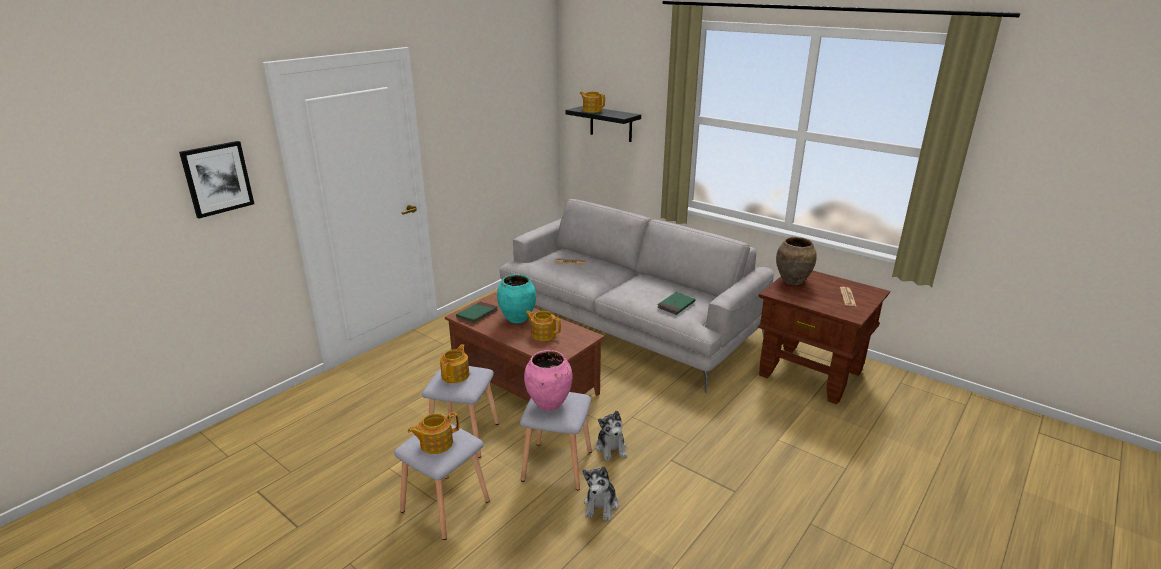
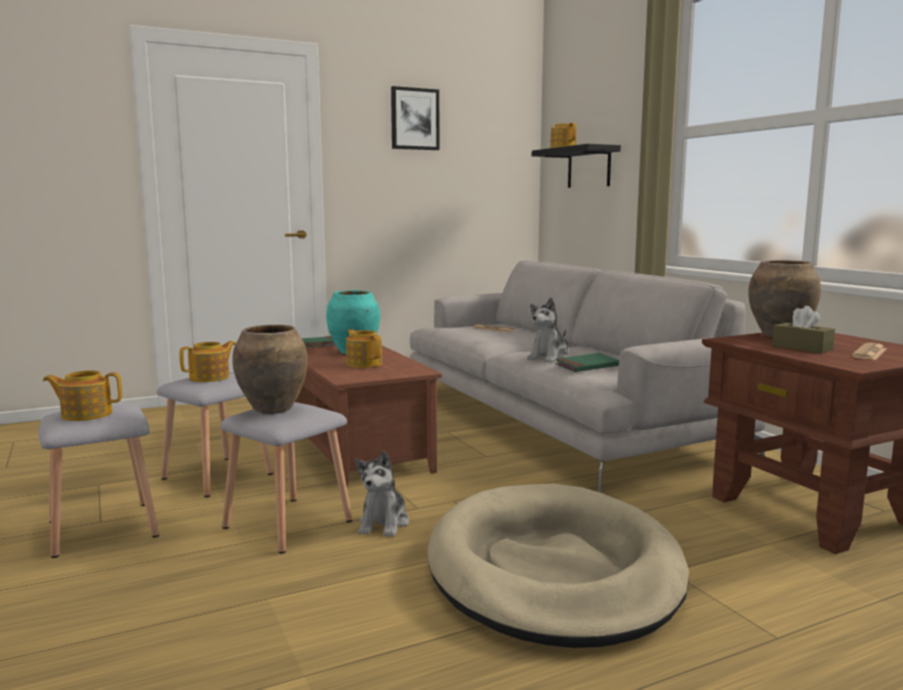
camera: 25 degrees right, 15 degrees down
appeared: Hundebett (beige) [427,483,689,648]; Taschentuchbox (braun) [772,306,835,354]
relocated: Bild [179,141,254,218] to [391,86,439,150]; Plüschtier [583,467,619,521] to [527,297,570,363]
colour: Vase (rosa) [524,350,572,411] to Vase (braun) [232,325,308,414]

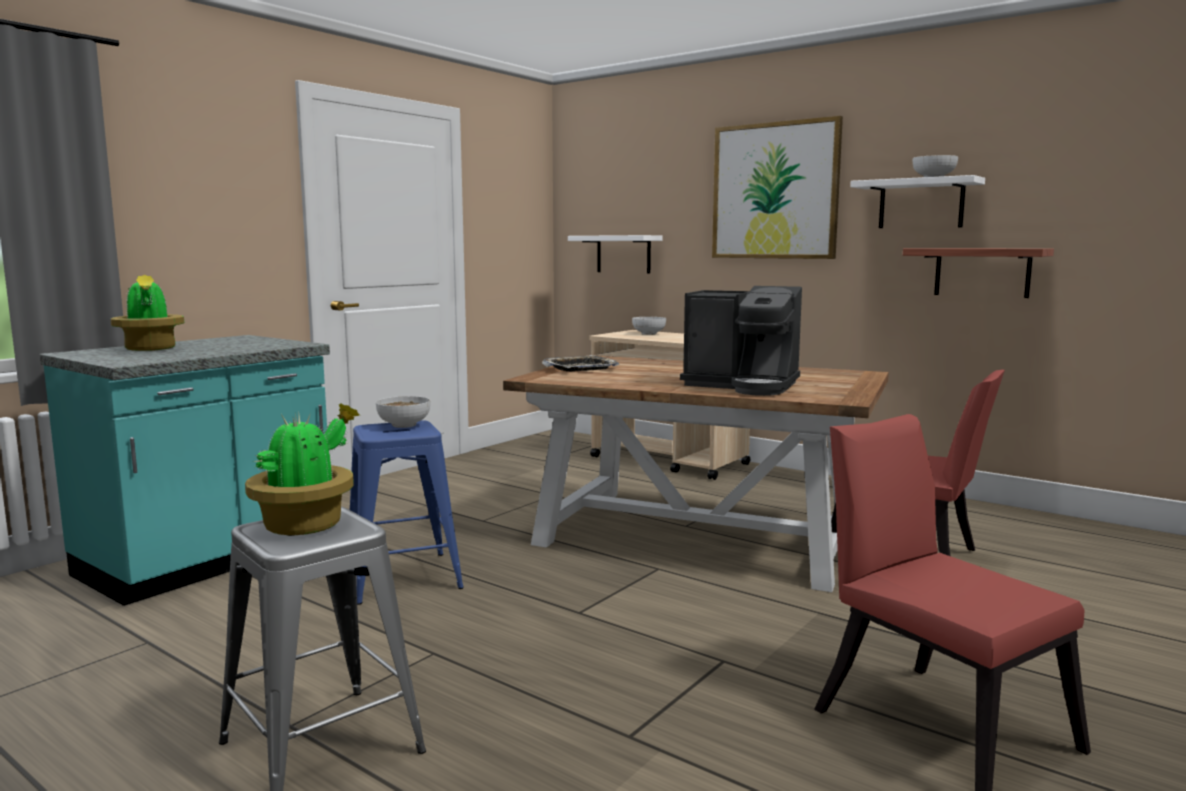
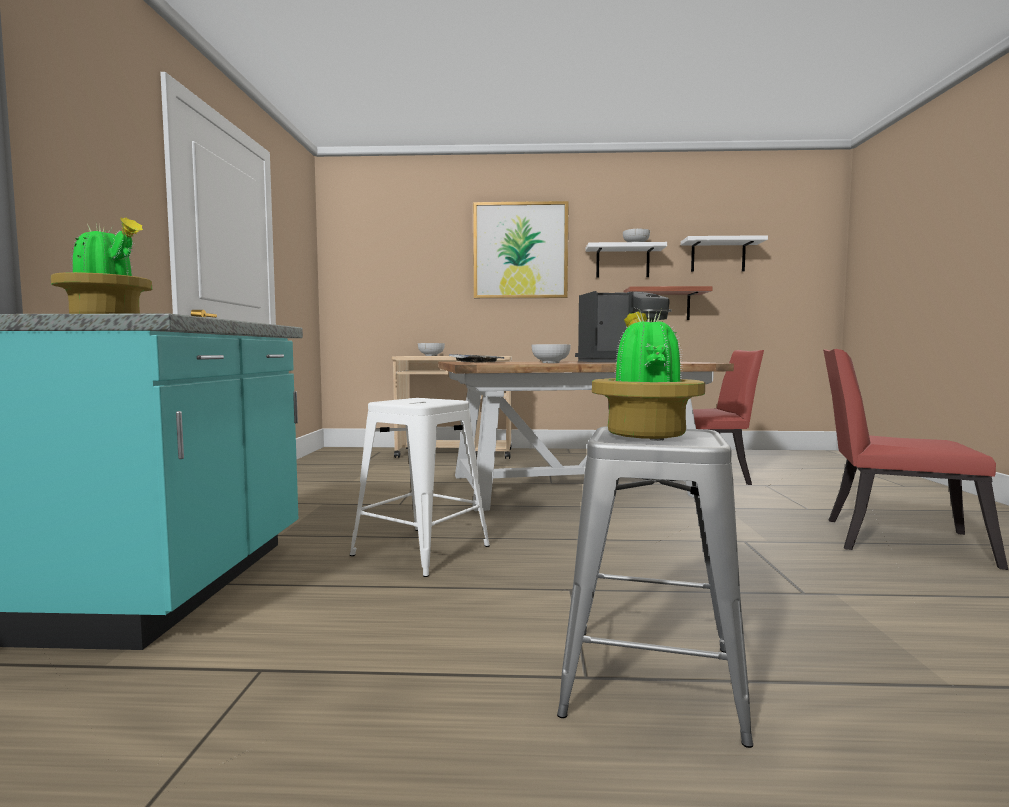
camera: 35 degrees left, 5 degrees down
relocated: Schüssel [376,396,430,428] to [532,344,571,363]; Wandregal (weiß) [568,235,662,273] to [681,235,768,272]
colour: Hocker (blau) [350,420,464,605] to Hocker (weiß) [350,398,490,577]

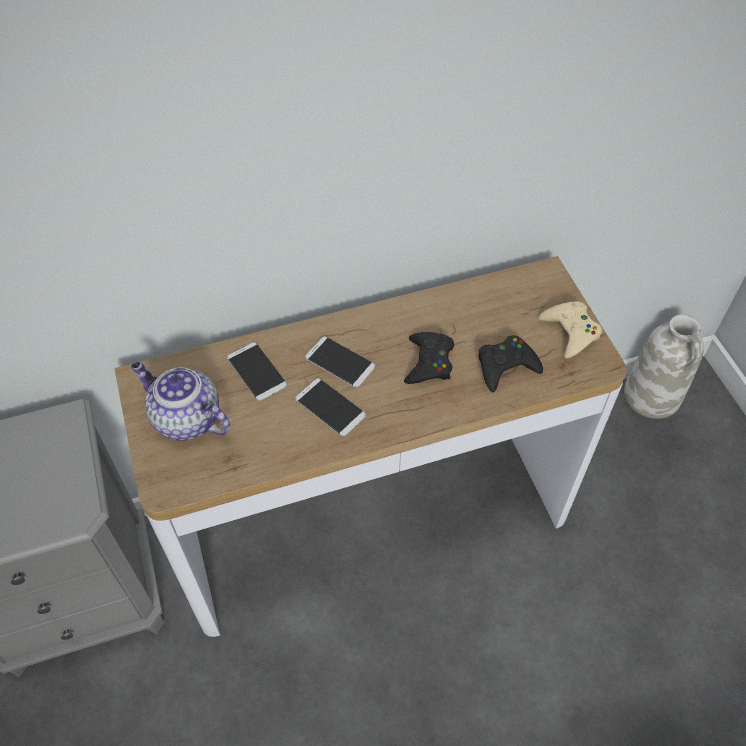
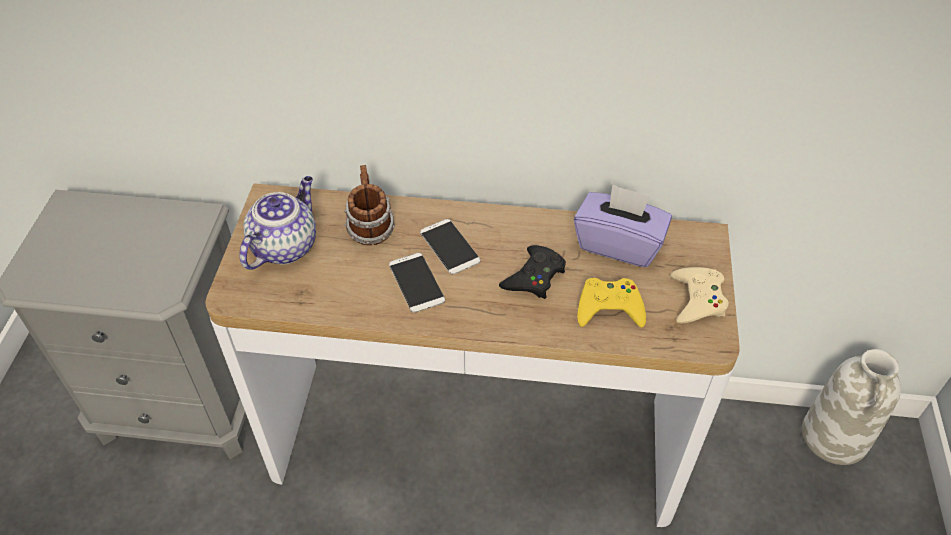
camera: 25 degrees right, 5 degrees down
appeared: Taschentuchbox (lila) [574,184,672,267]
exchanged: Handy [227,342,287,401] to Henkelbecher [344,165,395,245]
colour: Gamepad (schwarz) [479,335,543,392] to Gamepad (gelb) [577,278,646,328]
spun: Teekanne [131,362,230,441] = [239,176,316,270] 60 degrees clockwise

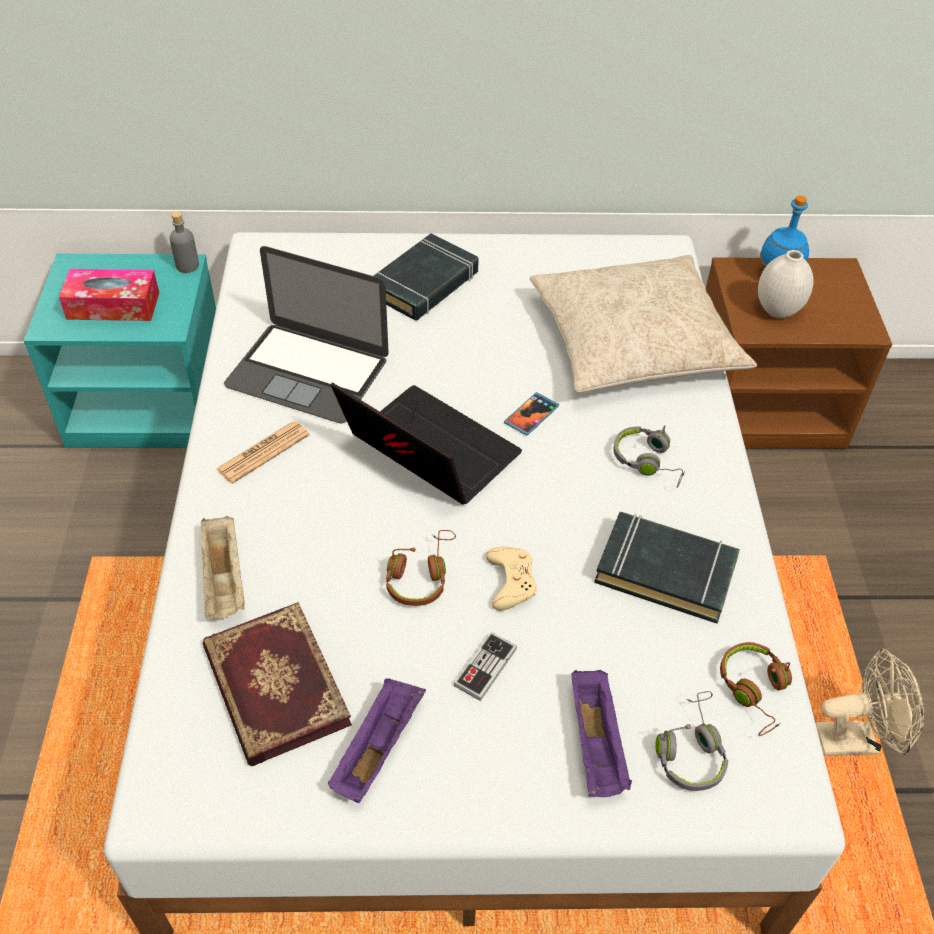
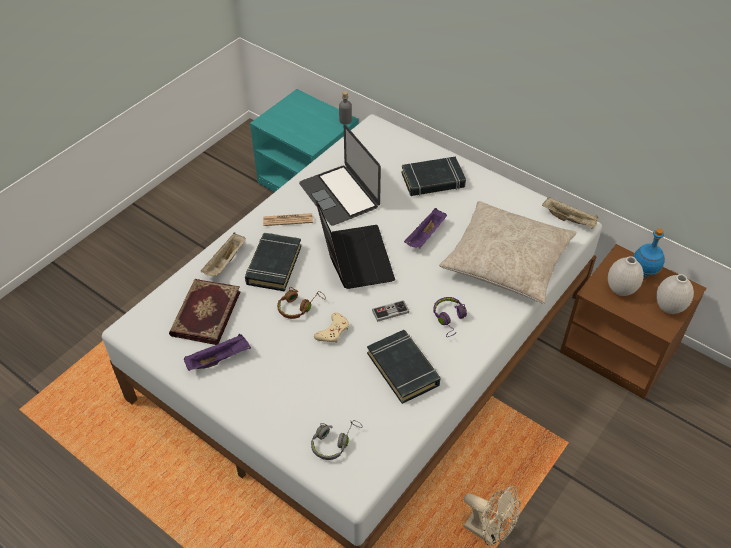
camera: 40 degrees right, 0 degrees up
missing: Taschentuchbox [59,269,159,321]; Handy [504,392,559,436]; Kopfhörer (braun) [720,642,792,736]
appeared: Buch (schwarz) [245,233,302,292]; Tablett (beige) [542,197,598,229]; Vase (weiß) [656,274,694,314]
relocated: Gamepad [454,632,517,701] to [372,300,409,322]; Tablett (lila) [571,670,632,797] to [404,208,447,248]
colour: Kopfhörer (grau) [613,425,685,488] to Kopfhörer (lila) [433,297,467,337]

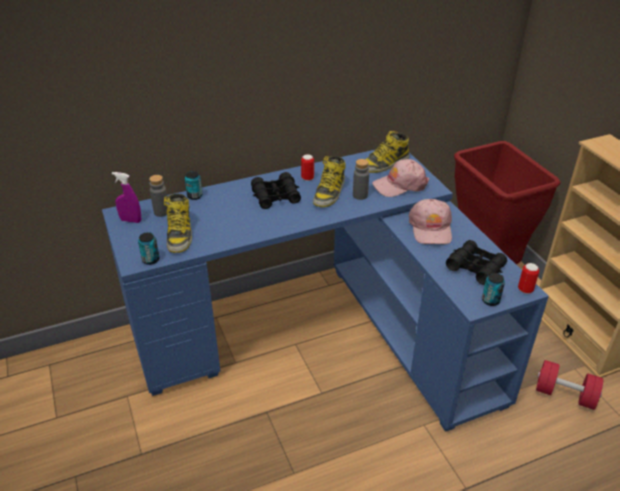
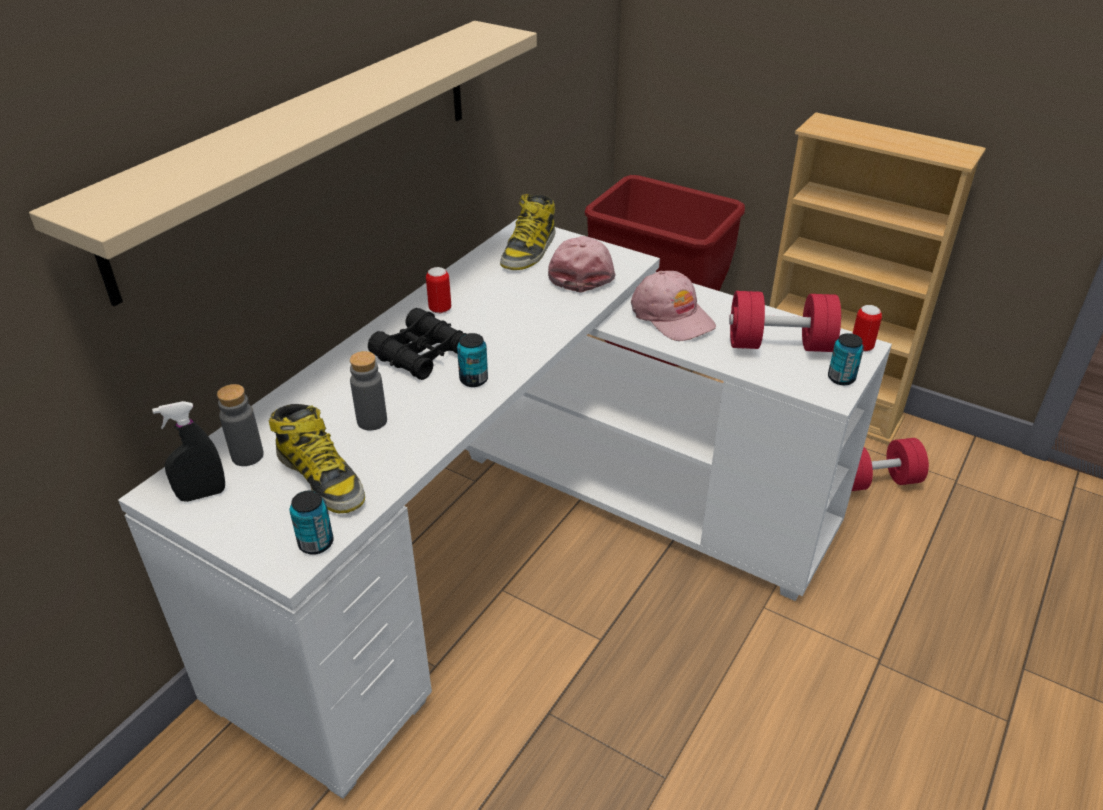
camera: 35 degrees left, 0 degrees up
missing: Stiefel [313,156,345,207]
appeared: Wandregal (beige) [29,21,537,307]
relocated: Flasche (grau) [353,159,369,200] to [350,351,387,431]; Dose [185,171,202,200] to [457,333,488,387]
exchanged: Fernglas (schwarz) [446,240,507,285] to Hantel (rot) [729,291,841,352]
colour: Schreibtisch (blau) [102,150,549,432] to Schreibtisch (weiß) [118,219,892,799]; Sprühflasche (lila) [112,172,141,223] to Sprühflasche (schwarz) [152,401,225,502]
spun: Kappe (rosa) [372,159,429,197] = [548,236,615,293] 150 degrees clockwise

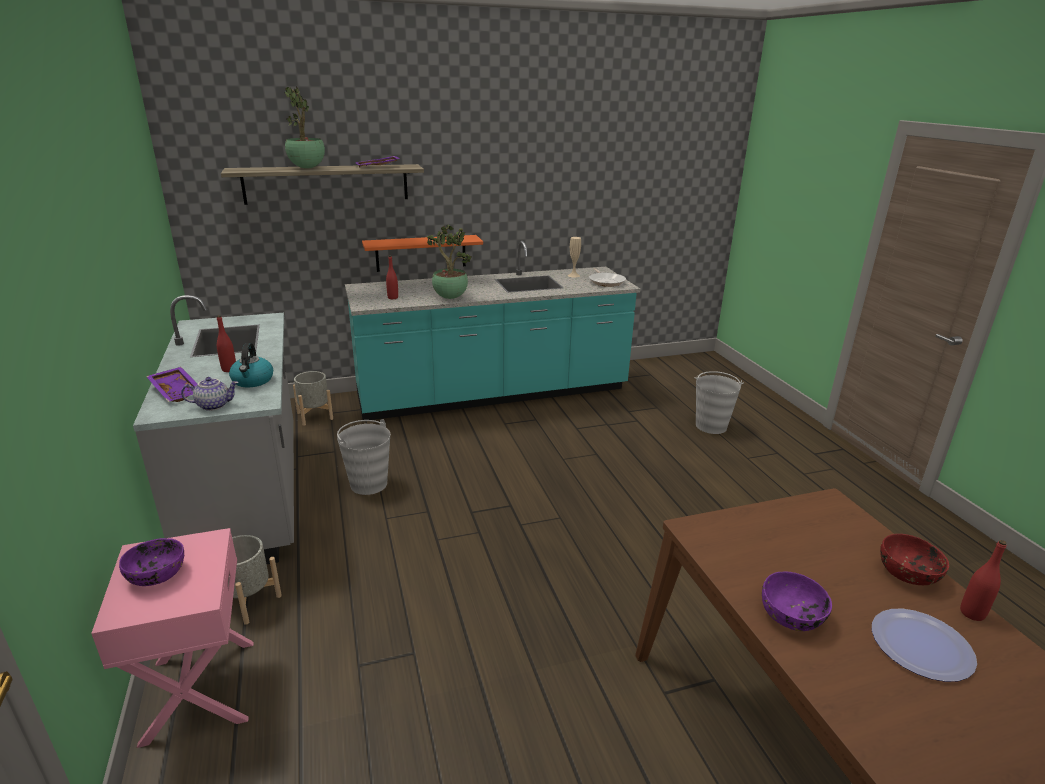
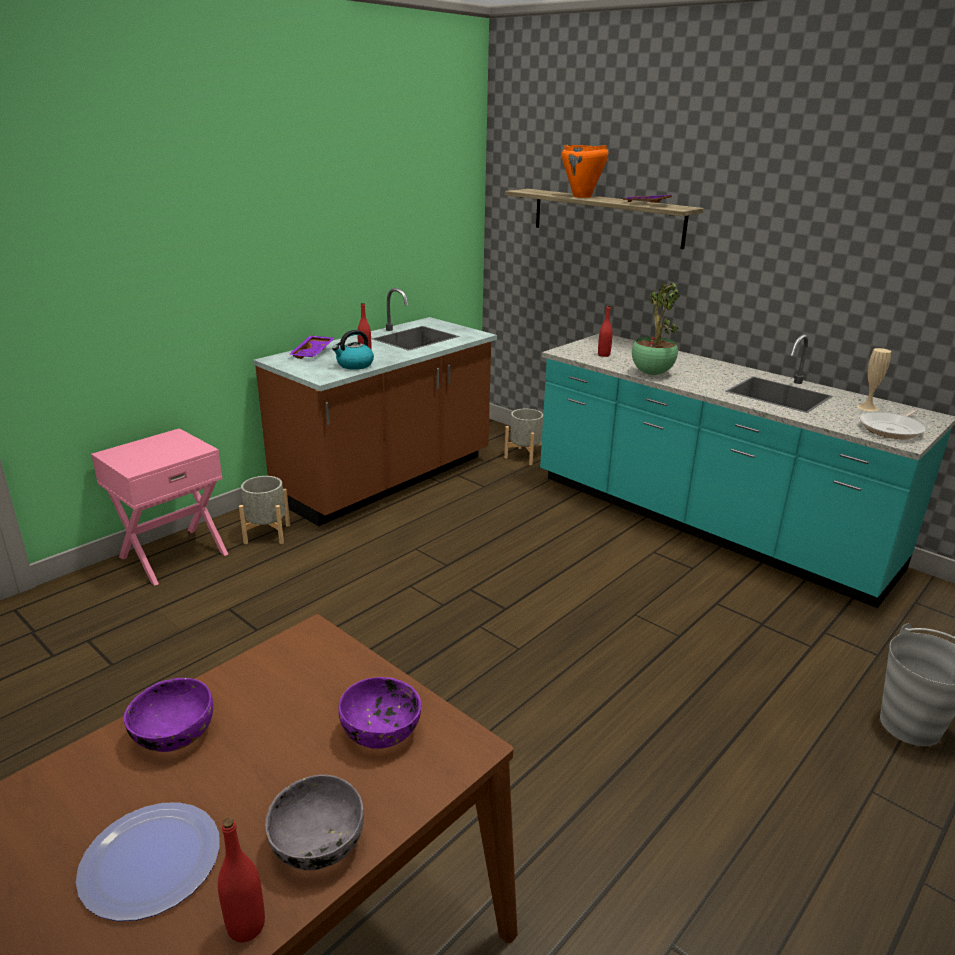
camera: 60 degrees right, 0 degrees up
missing: Teekanne [181,377,239,411]; Eimer (grau) [337,419,390,495]; Wandregal (orange) [362,235,483,272]
relocated: Schüssel (lila) [119,538,184,586] to [338,677,421,749]
exchanged: Topfpflanze [284,87,325,169] to Kochtopf (orange) [562,145,609,198]
colour: Küchenzeile (grau) [133,295,294,564] to Küchenzeile (braun) [253,288,497,526]; Schüssel (rot) [880,534,949,585] to Schüssel (grau) [265,775,364,870]

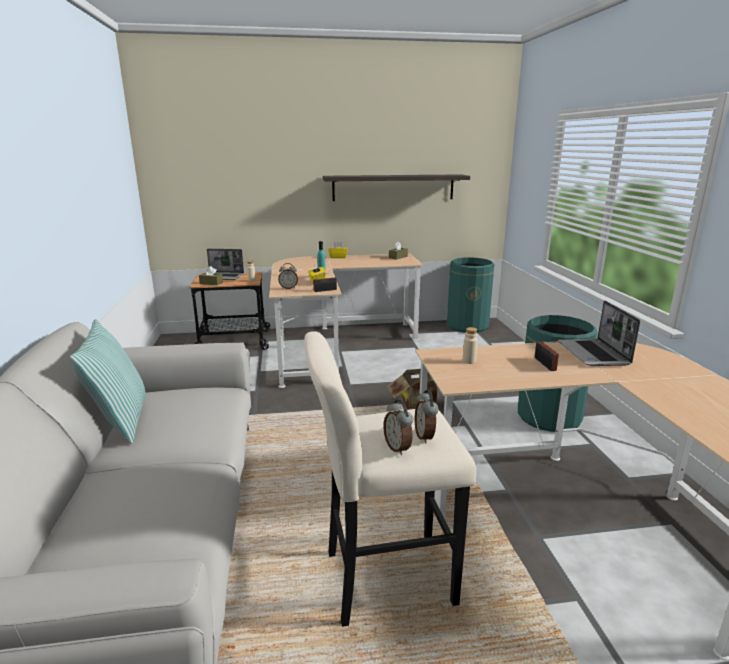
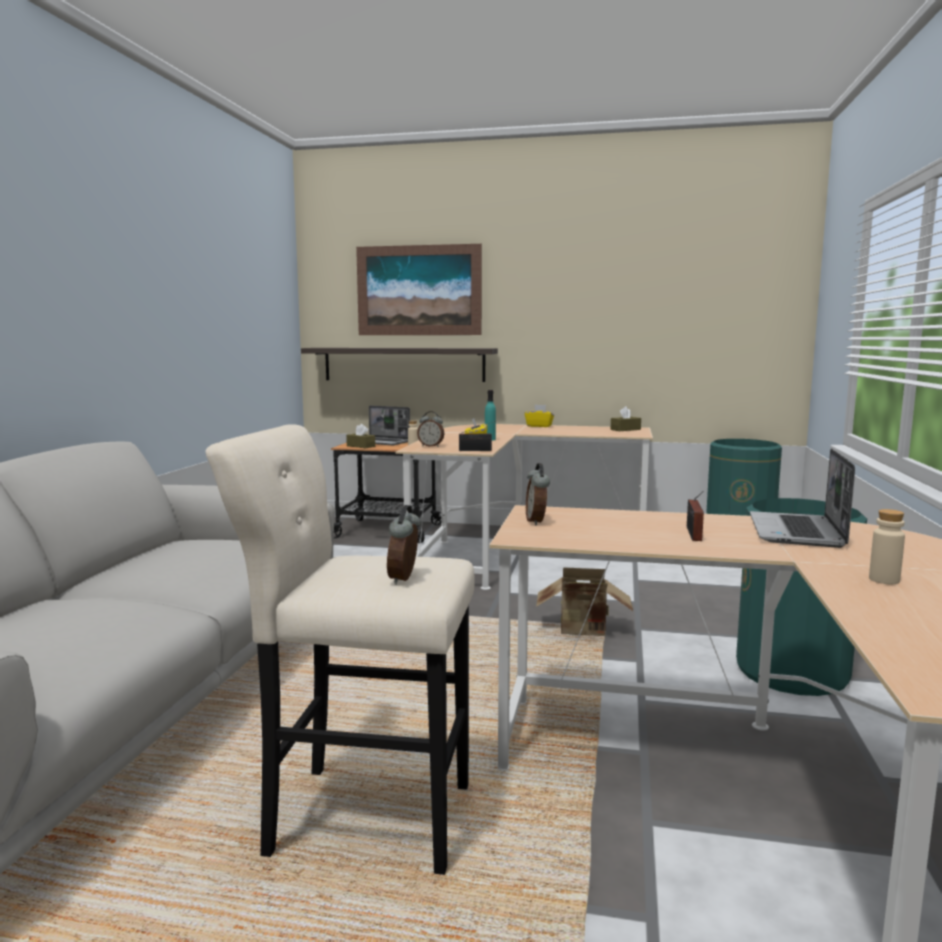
camera: 20 degrees right, 10 degrees down
missing: Kissen [70,319,146,444]
appeared: Bild [356,244,482,335]
relocated: Wandregal [323,174,470,201] to [301,348,498,382]; Wecker [383,400,413,455] to [526,463,550,525]; Flasche (beige) [463,327,478,364] to [869,509,905,584]

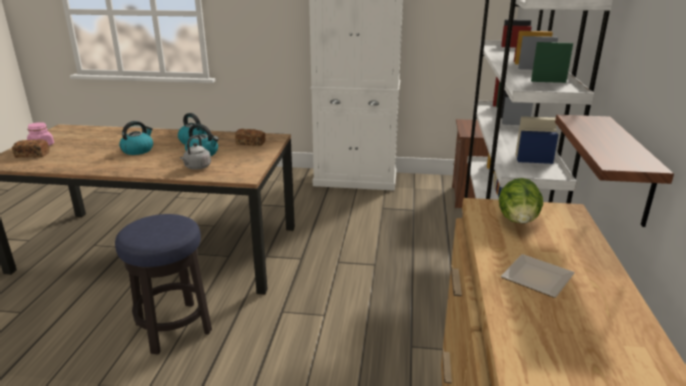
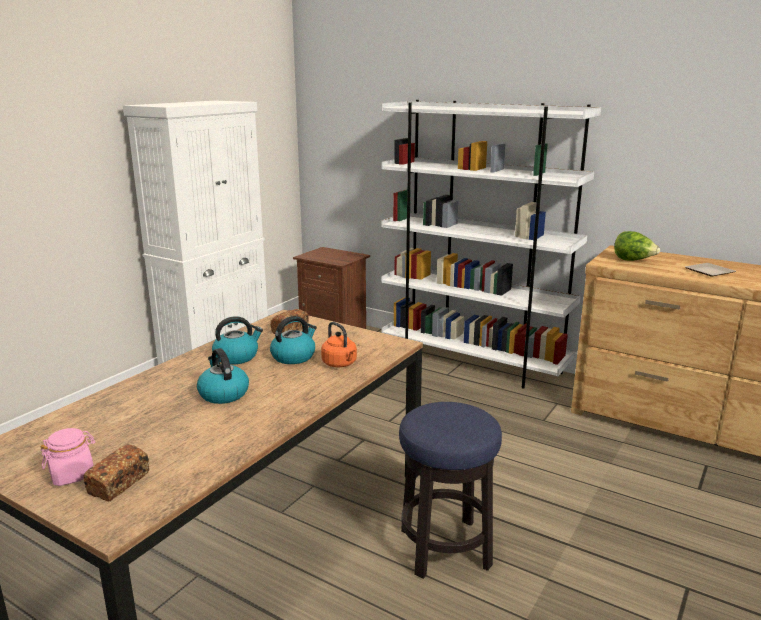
camera: 65 degrees left, 5 degrees down
missing: Wandregal [555,115,674,227]
colour: Wasserkessel (grau) [180,135,211,170] to Wasserkessel (orange) [321,322,357,367]

